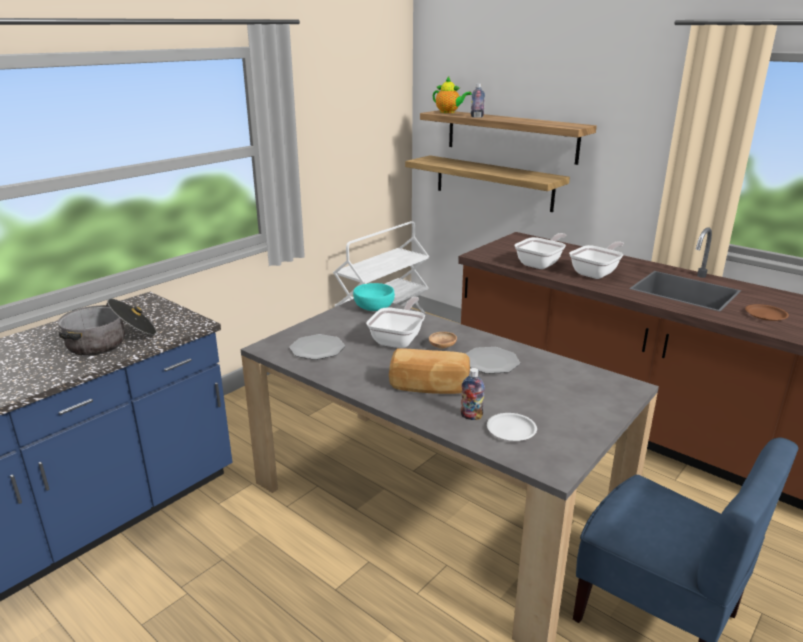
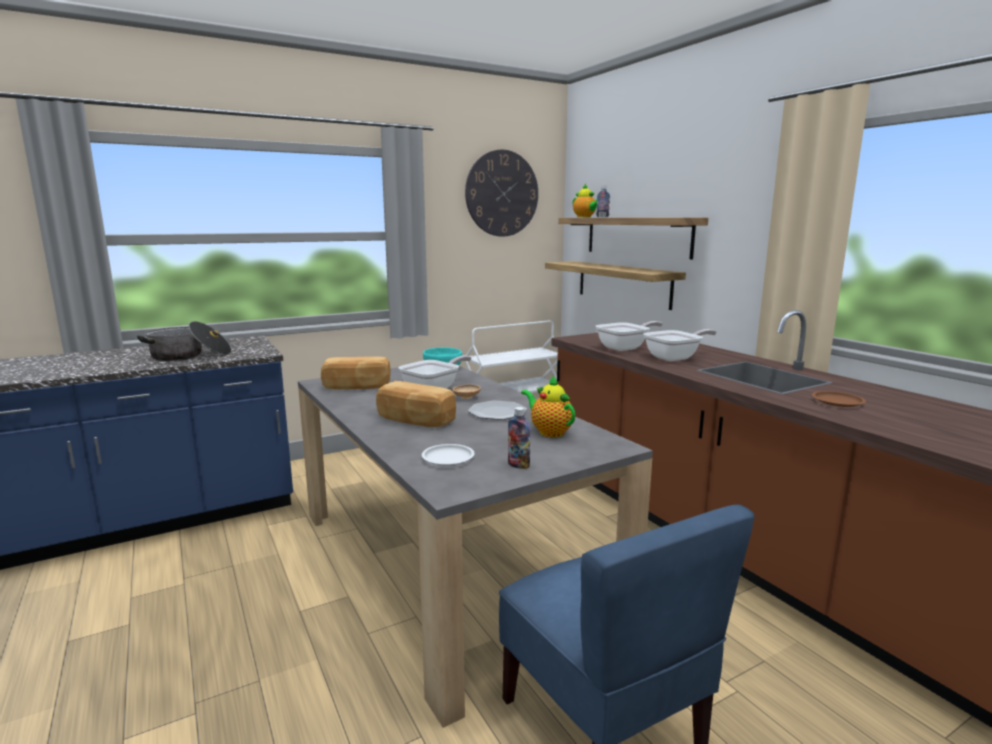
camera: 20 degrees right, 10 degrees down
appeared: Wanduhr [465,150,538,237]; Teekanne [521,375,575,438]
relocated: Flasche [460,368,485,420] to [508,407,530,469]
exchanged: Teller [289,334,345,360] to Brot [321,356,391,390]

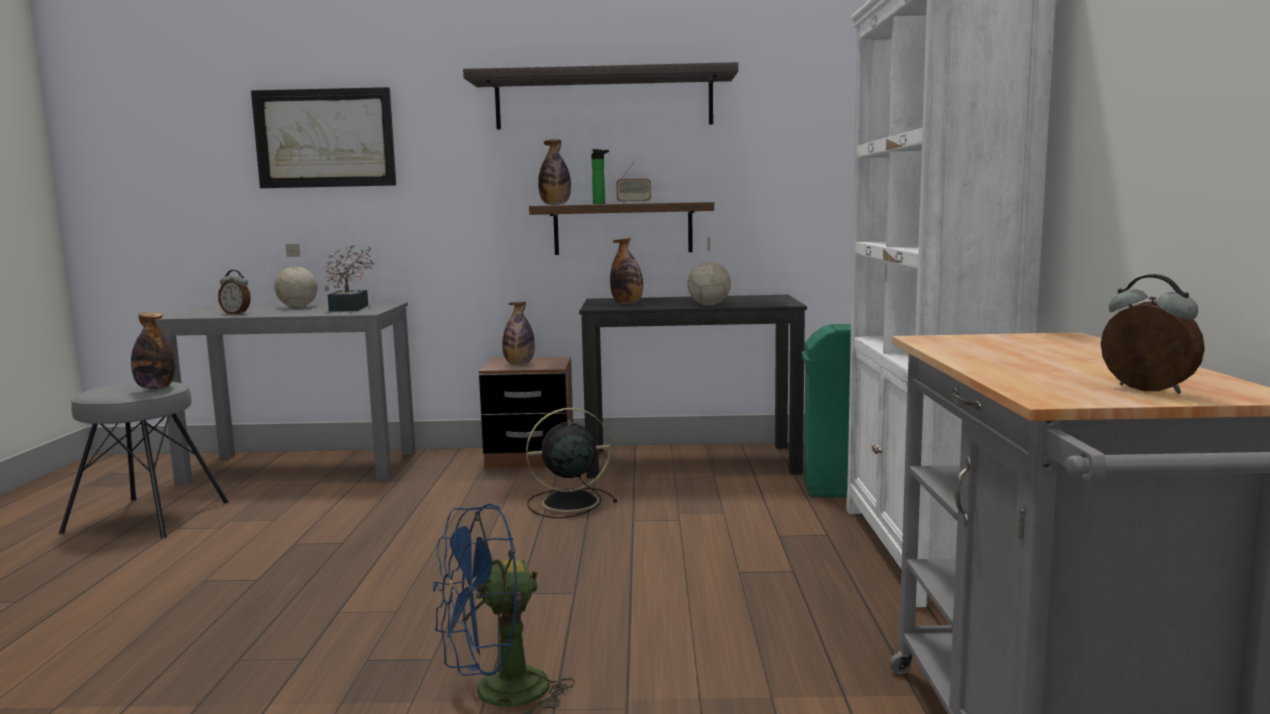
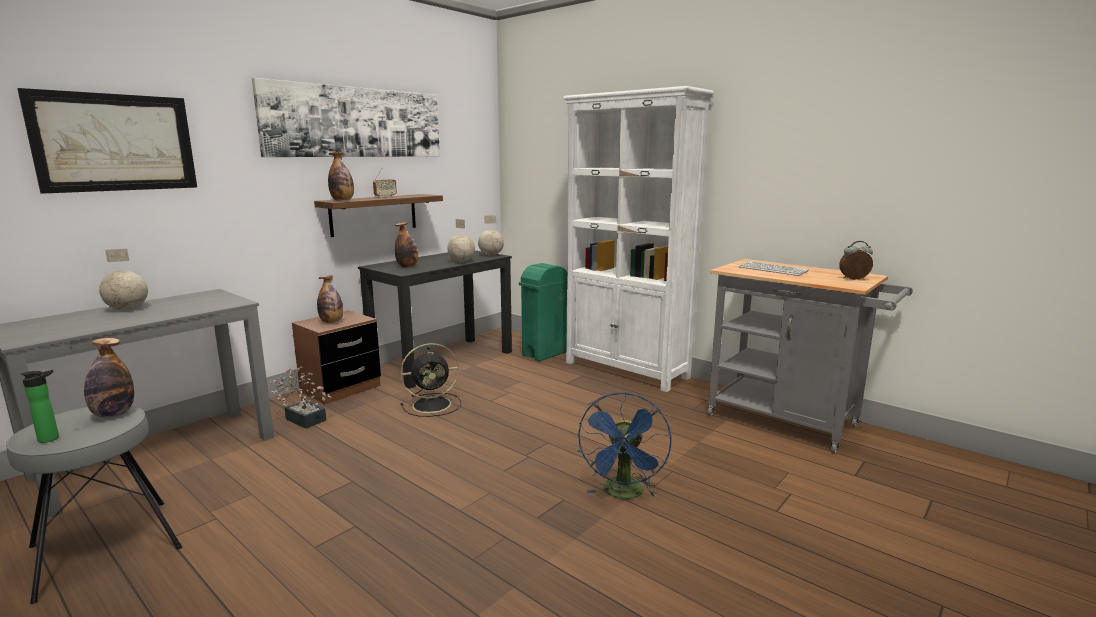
camera: 50 degrees left, 5 degrees up
missing: Wecker [218,270,251,315]
appeared: Globus [478,215,504,256]; Tastatur [738,261,809,276]
relocated: Flasche [591,149,609,204] to [21,370,59,443]; Topfpflanze [322,244,375,312] to [269,366,331,429]
exchanged: Wandregal [463,62,738,129] to Bild [252,78,440,157]
spun: Ventilator (schwarz) [526,408,617,518] = [400,343,461,417] 135 degrees counterclockwise

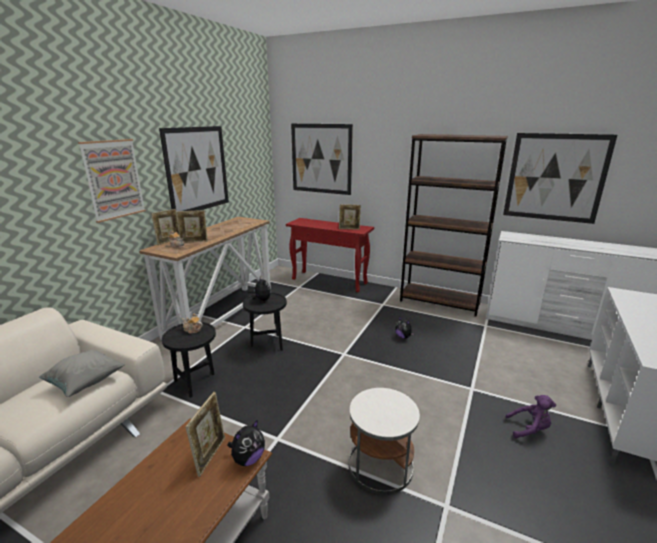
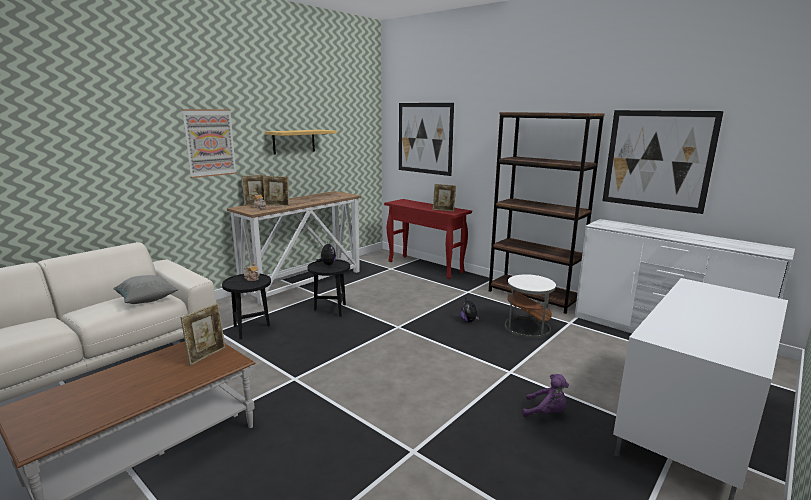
camera: 15 degrees right, 5 degrees down
missing: Plüschtier [227,419,265,466]
relocated: Beistelltisch (weiß) [349,388,420,495] to [505,274,556,339]
exchanged: Bild [159,126,229,211] to Wandregal [265,130,337,155]

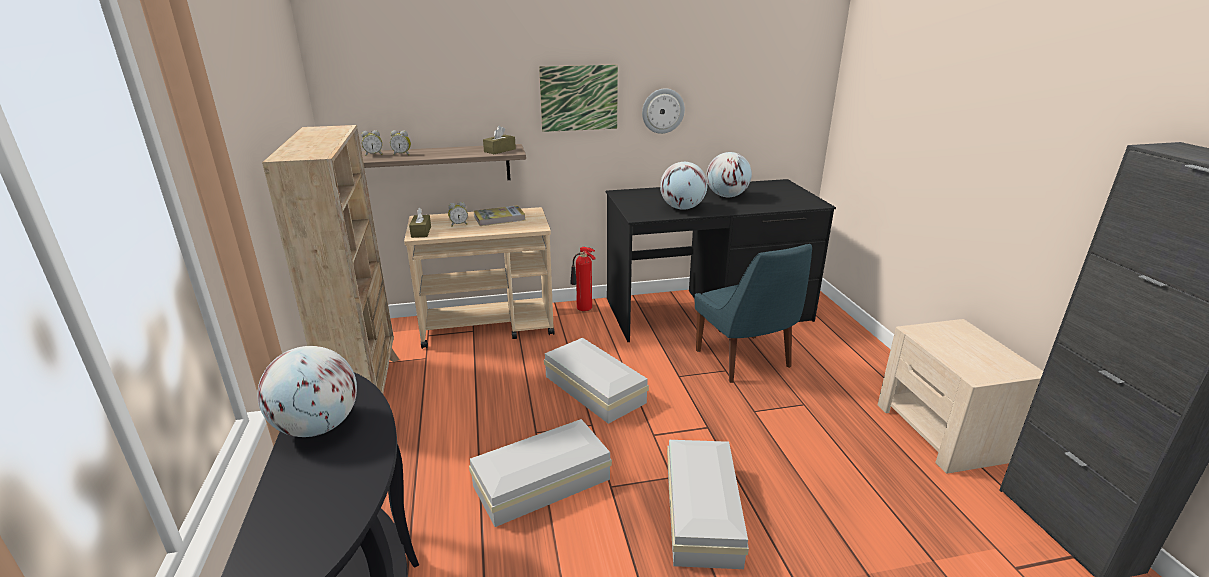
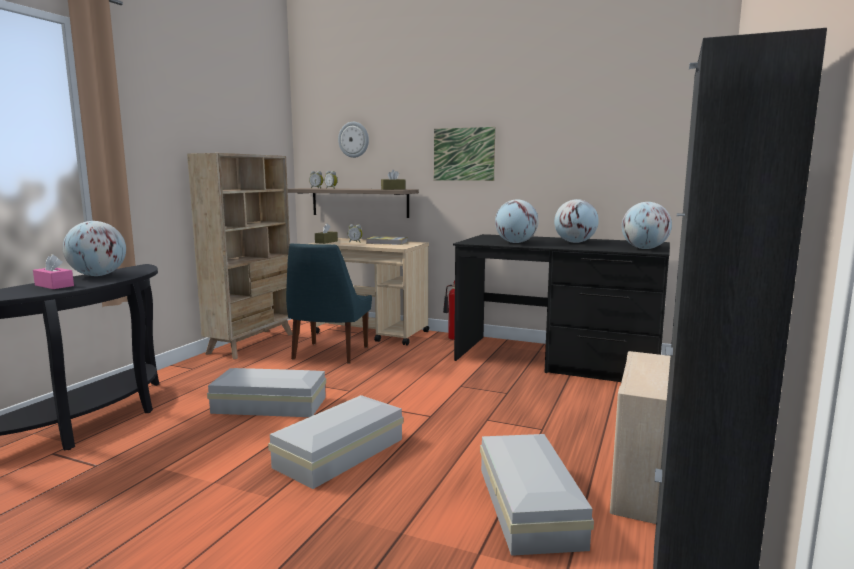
camera: 35 degrees right, 15 degrees down
appeared: Taschentuchbox (rosa) [33,254,74,289]; Globus [622,202,672,249]
relocated: Stuhl (blau) [695,244,812,383] to [286,244,372,364]; Wanduhr [642,88,685,134] to [338,122,369,158]; Aufbewahrungsbox (weiß) [544,338,649,424] to [480,434,594,556]

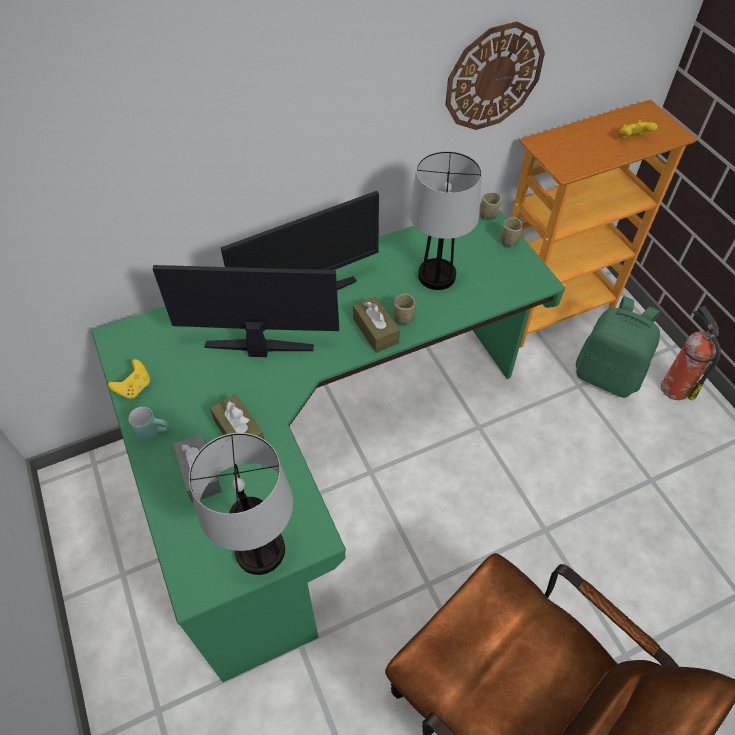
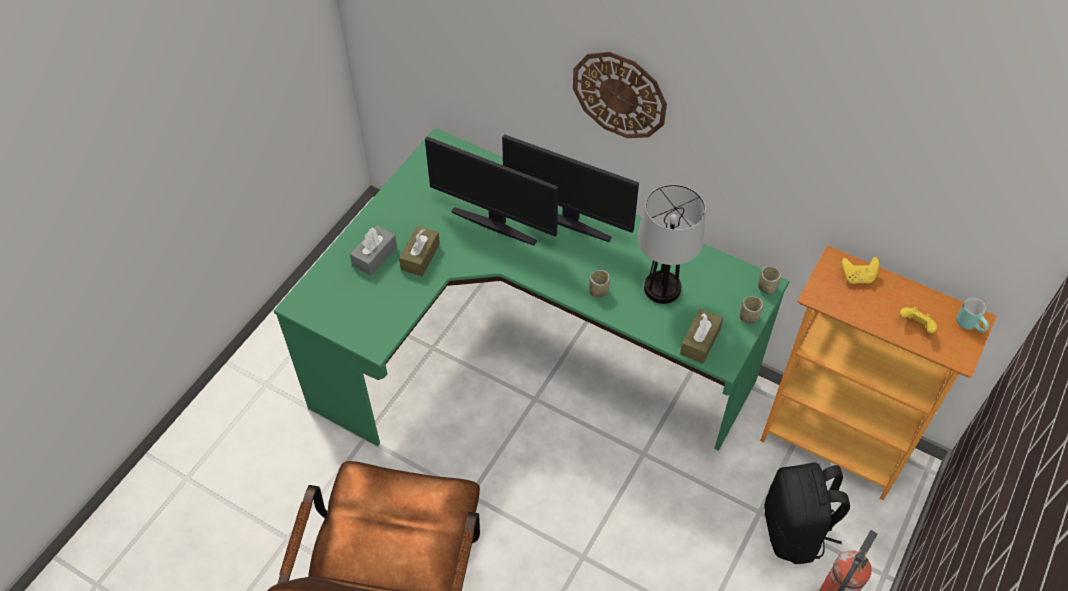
camera: 55 degrees right, 0 degrees up
missing: Tischlampe [189,433,293,575]
relocated: Wanduhr [445,21,545,130] to [573,51,667,138]; Taschentuchbox (braun) [353,297,400,353] to [680,309,723,364]; Gamepad (gelb) [108,359,150,399] to [842,257,879,284]; Henkelbecher (türkis) [129,407,169,441] to [956,298,989,332]
colour: Rucksack (grün) [576,296,660,398] to Rucksack (schwarz) [764,463,850,564]
spun: Monitor [153,265,339,357] = [425,136,558,246] 150 degrees clockwise

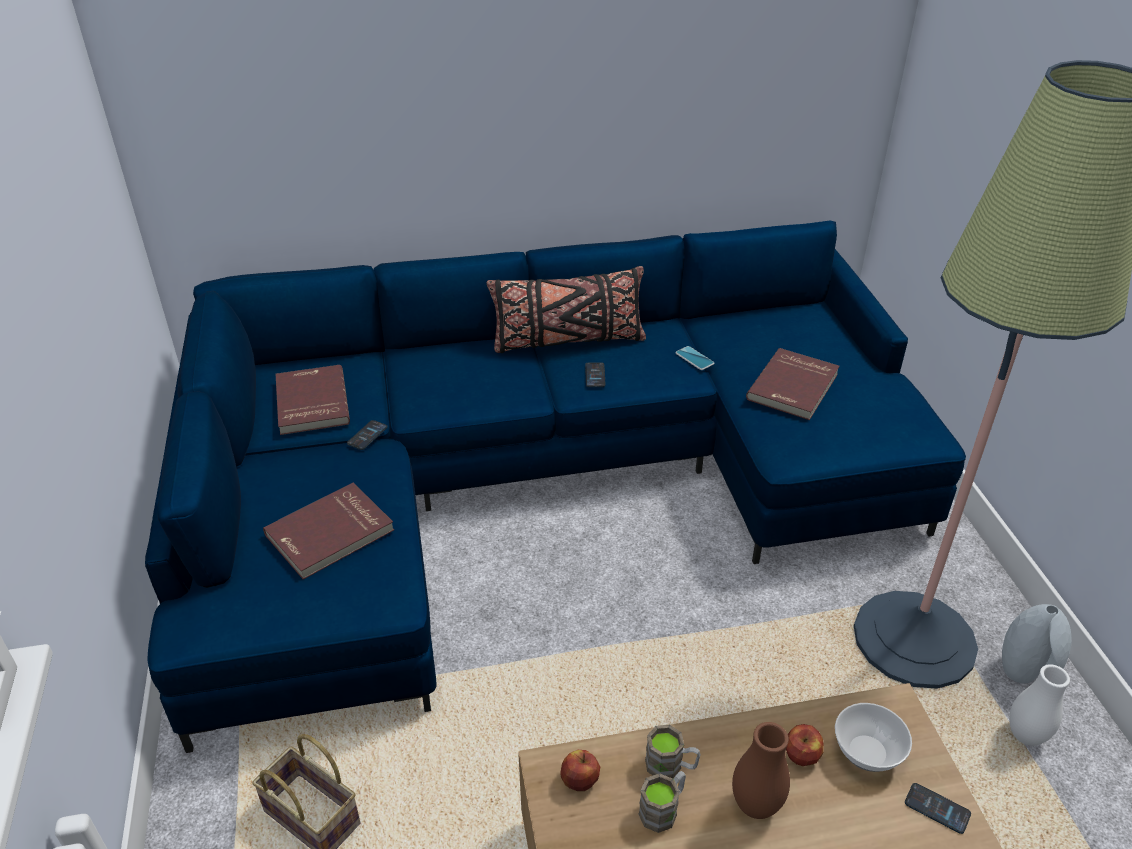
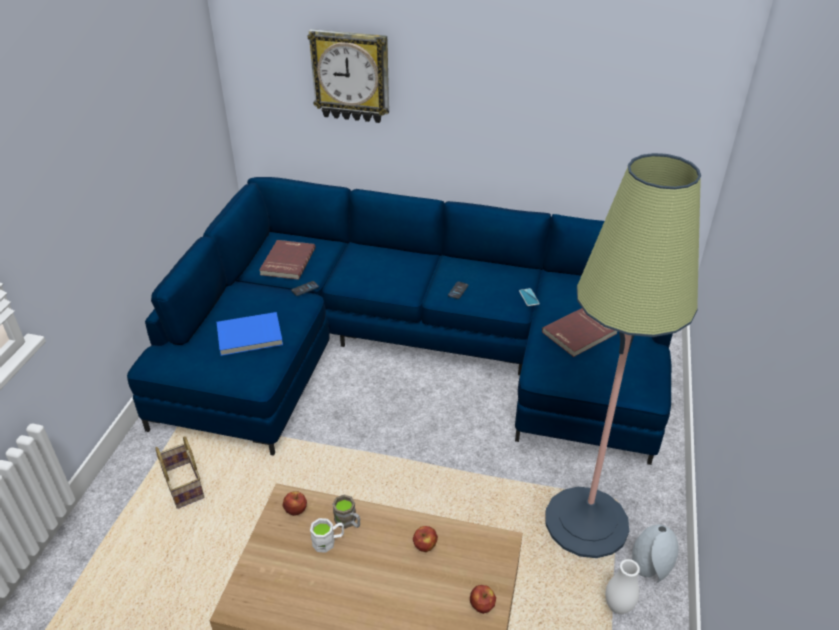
camera: 25 degrees right, 0 degrees up
missing: Kissen (schwarz) [486,266,646,353]; Vase (braun) [732,722,790,819]; Schüssel [835,703,912,772]
appeared: Wanduhr [308,29,389,123]
exchanged: Handy [905,783,971,834] to Apfel [470,585,496,614]
colour: Buch (rot) [263,483,394,580] to Buch (blau) [216,312,283,356]; Henkelbecher (braun) [639,771,686,833] to Henkelbecher (weiß) [310,518,344,553]

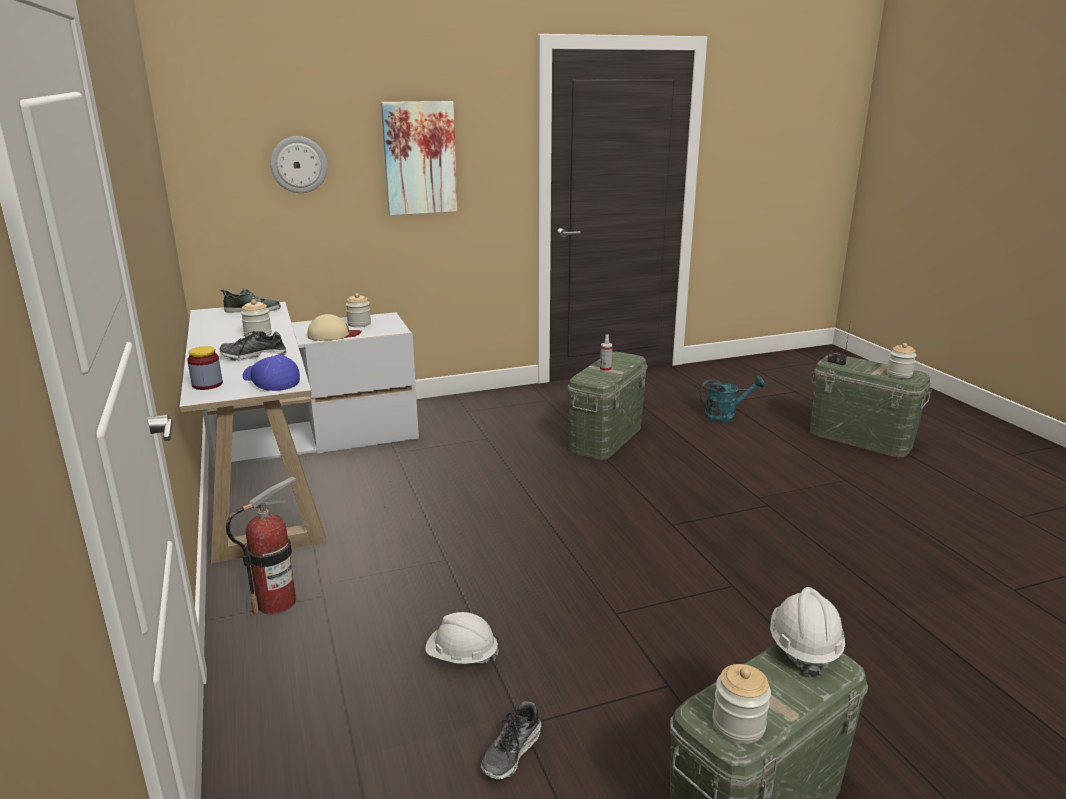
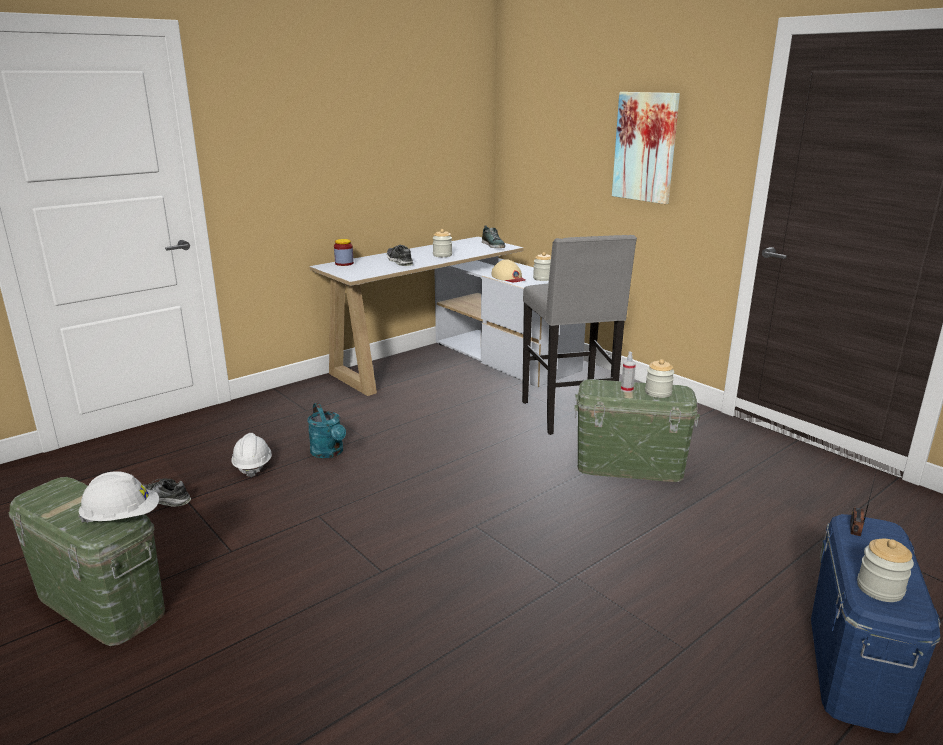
camera: 70 degrees right, 0 degrees up
missing: Feuerlöscher [226,476,296,615]; Kappe [242,352,300,391]; Wanduhr [270,136,328,193]
appeared: Hocker (grau) [522,235,637,435]
relocated: Gießkanne (türkis) [699,376,765,423] to [307,403,346,458]; Vorratsglas [713,664,771,744] to [645,359,675,398]
colour: Aufbewahrungsbox (grün) [810,355,932,457] to Aufbewahrungsbox (blau) [811,514,941,734]

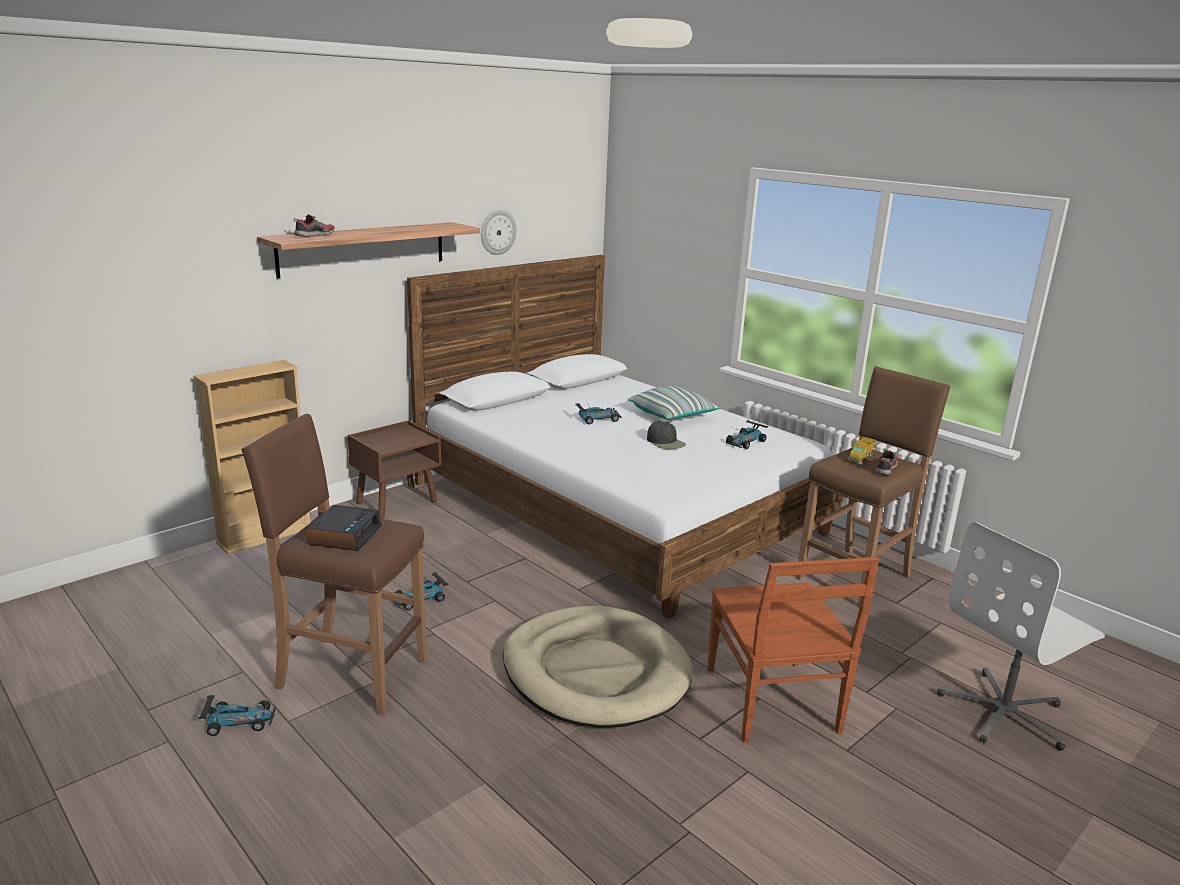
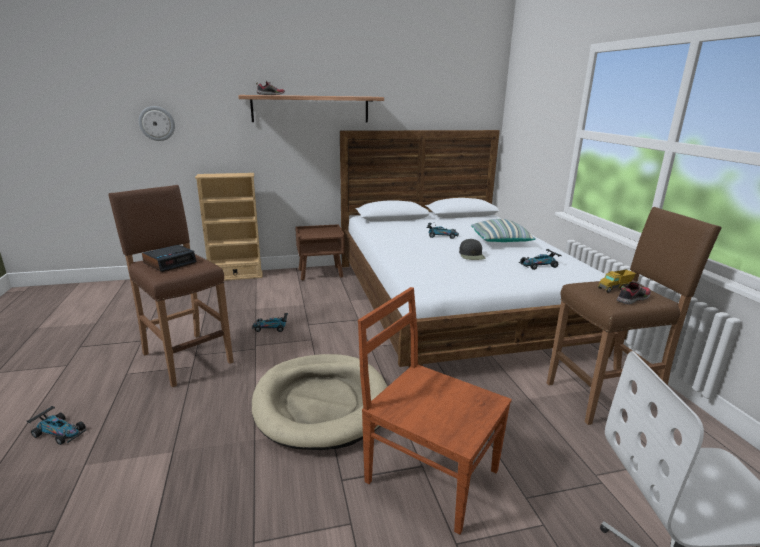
camera: 30 degrees right, 0 degrees up
relocated: Spielzeugauto [198,695,276,736] to [27,406,87,445]; Wanduhr [481,210,516,255] to [139,106,175,141]
spun: Stuhl (braun) [707,557,879,743] = [358,287,512,535] 105 degrees clockwise

